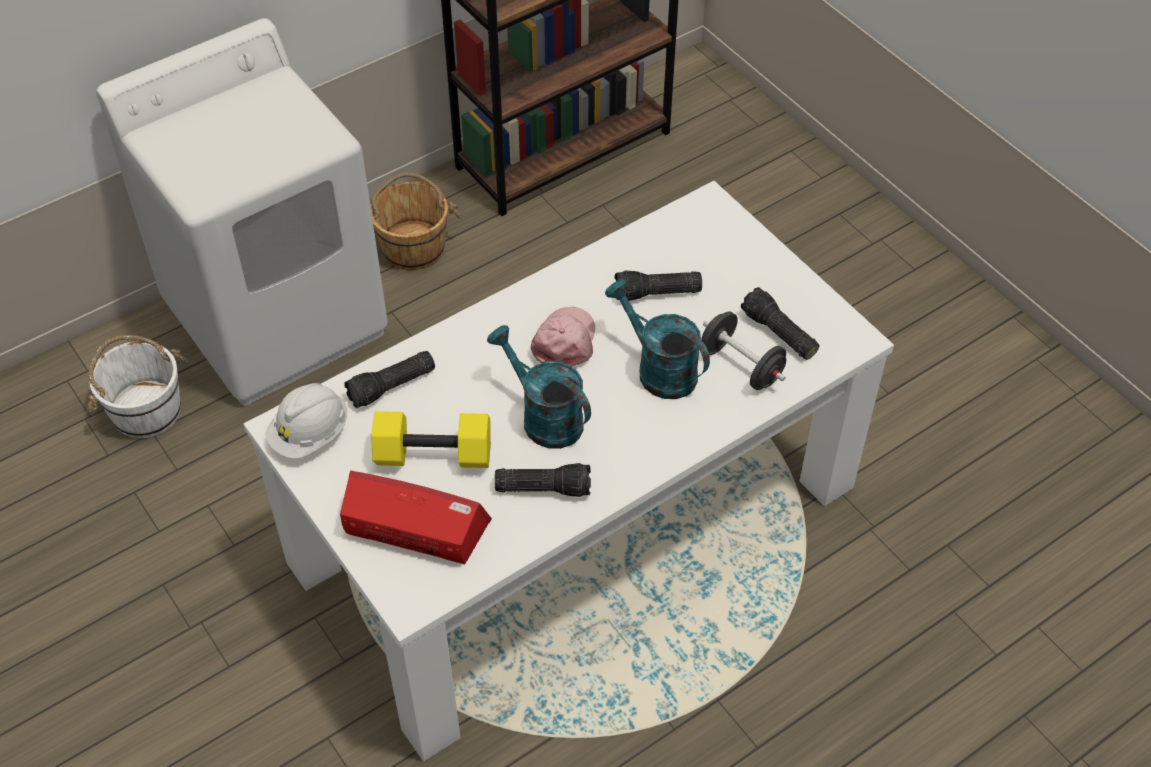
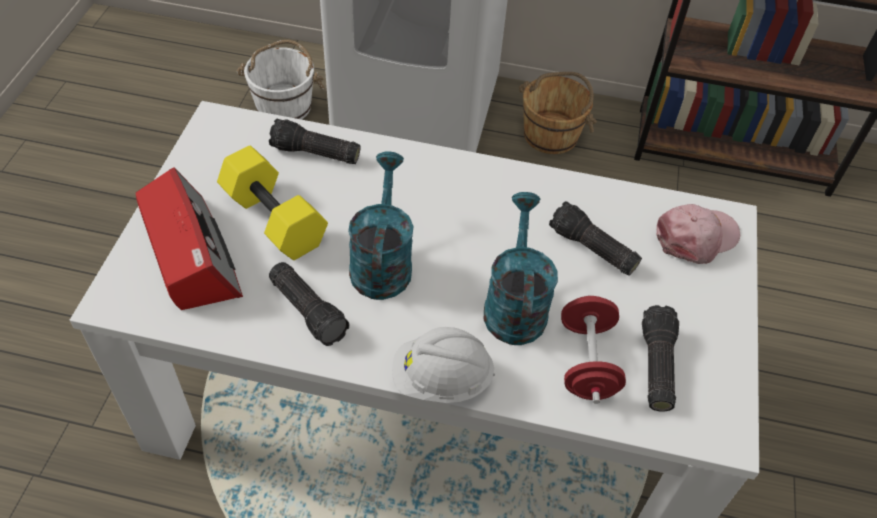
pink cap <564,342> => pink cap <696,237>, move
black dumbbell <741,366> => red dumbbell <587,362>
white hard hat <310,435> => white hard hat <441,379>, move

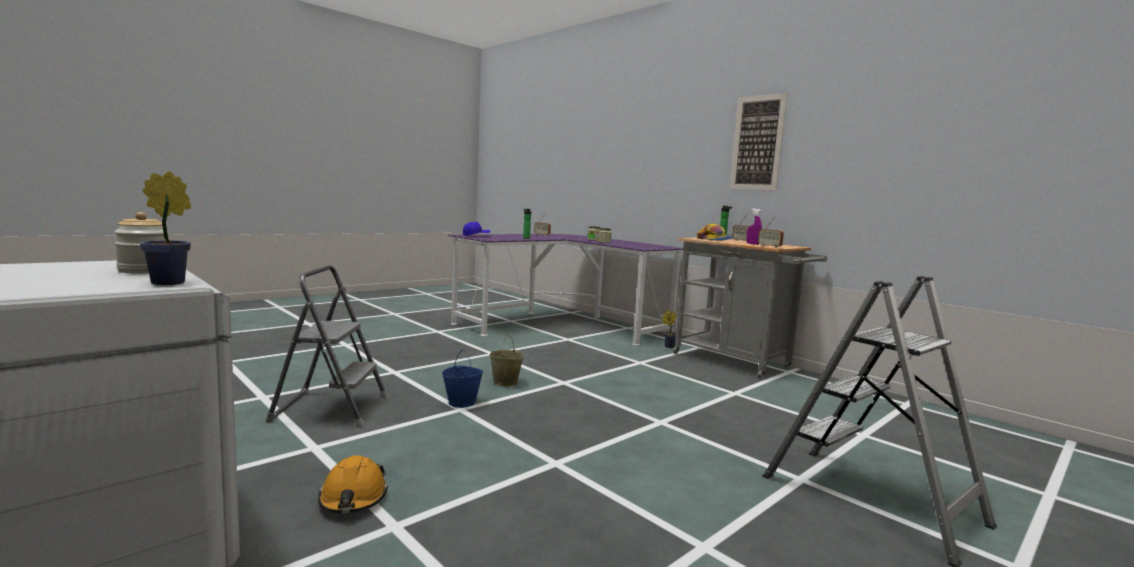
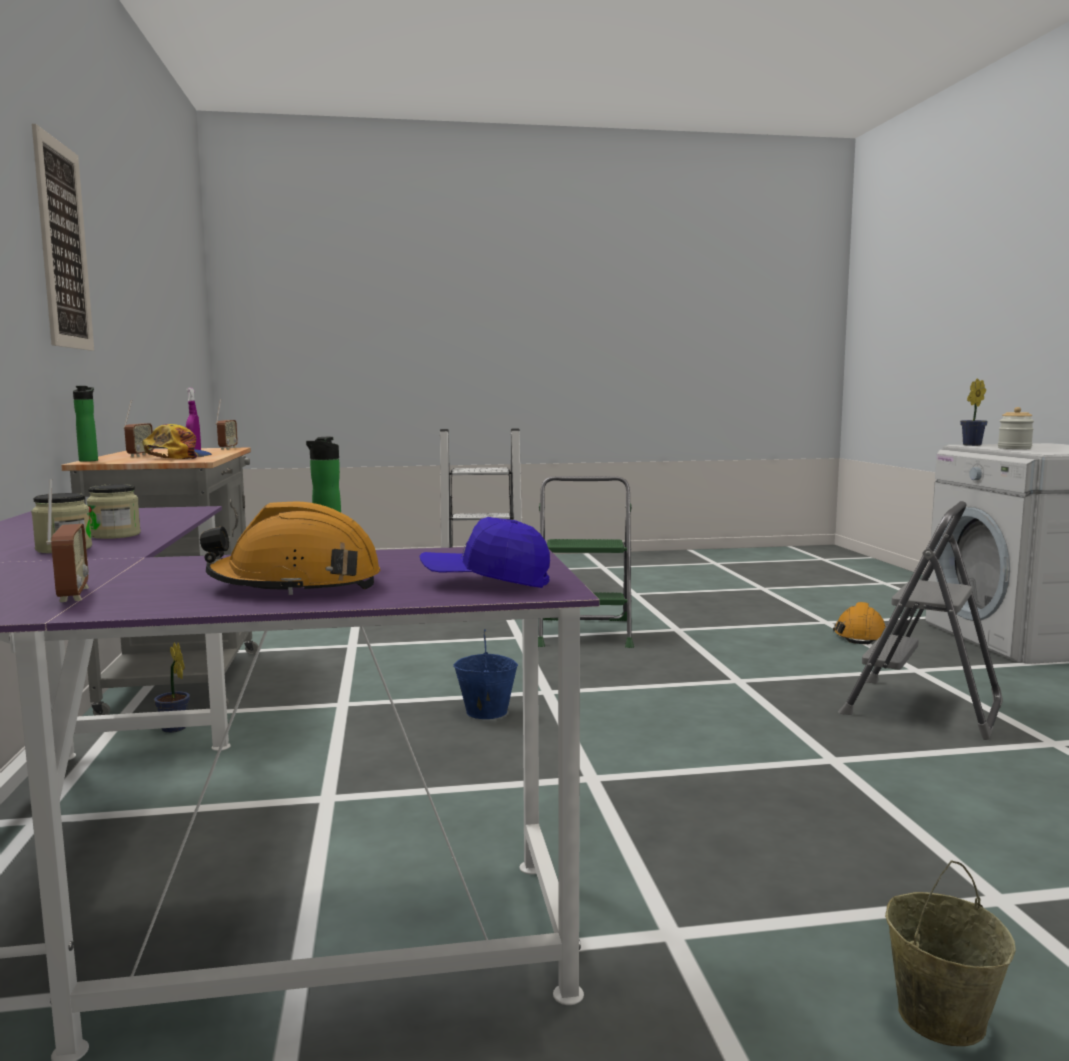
beige bucket <505,382> => beige bucket <939,1016>, move
blue bucket <462,403> => blue bucket <485,712>, move
nothing => green step ladder <585,631>
nothing => orange hard hat <296,585>

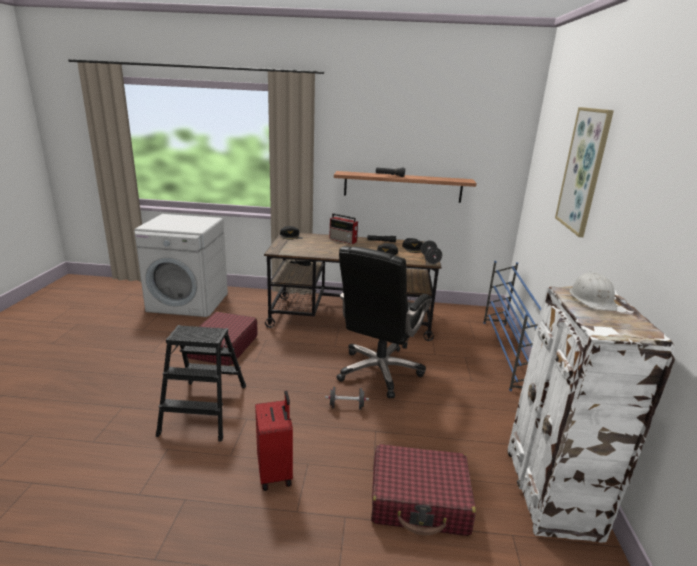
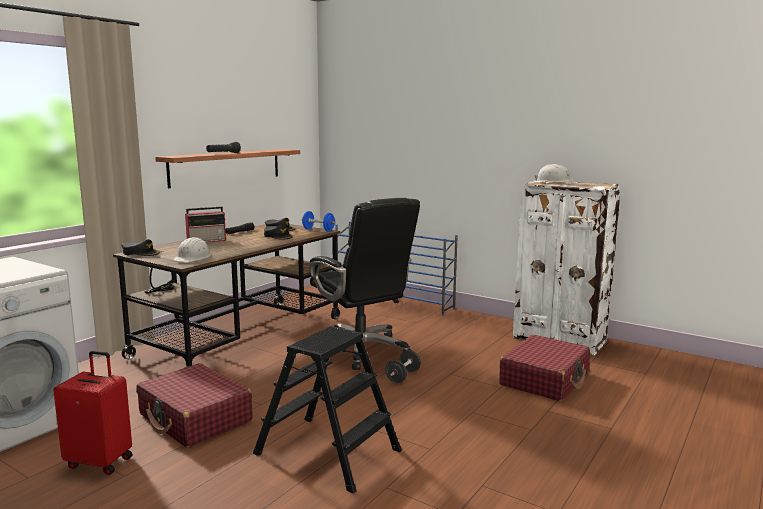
picture <583,170> => nothing
black dumbbell <430,259> => blue dumbbell <318,230>
red suitcase <276,472> => red suitcase <100,461>, move
nothing => white hard hat <192,258>

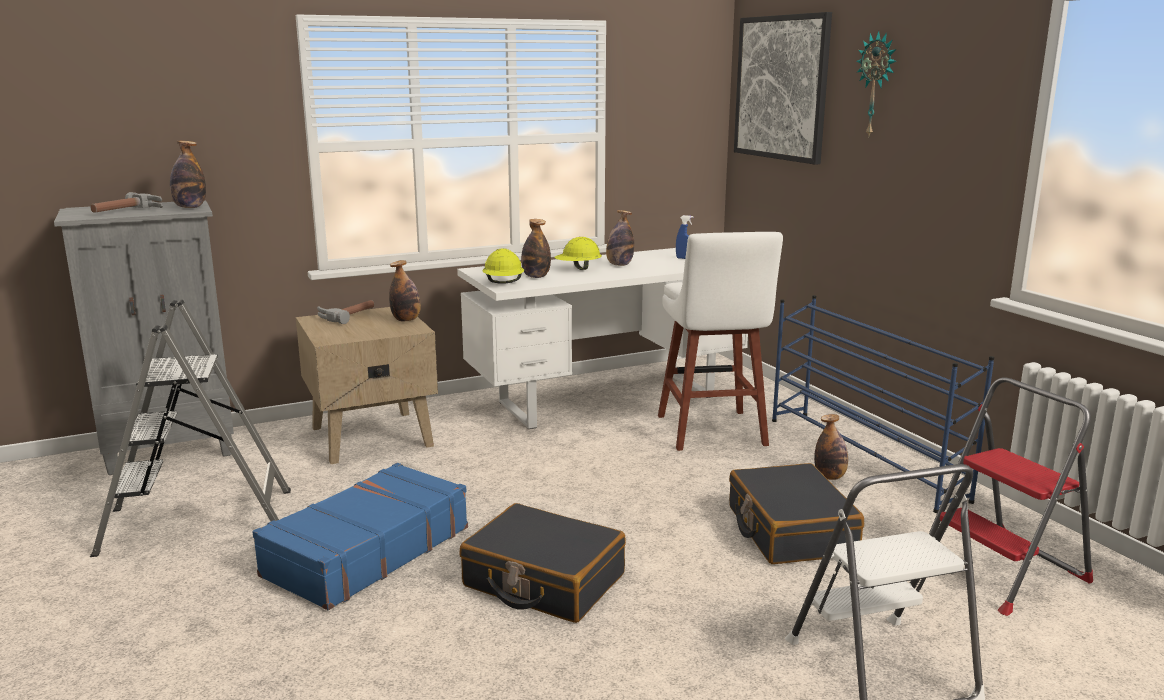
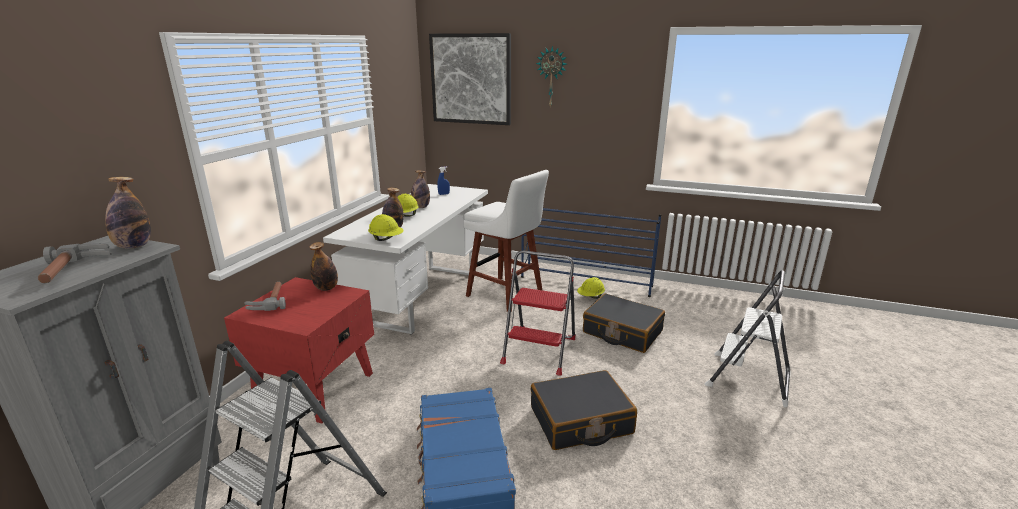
beige nightstand <373,436> => red nightstand <316,387>
red step ladder <1007,570> => red step ladder <541,349>, move
bottle <830,477> => yellow hard hat <590,297>

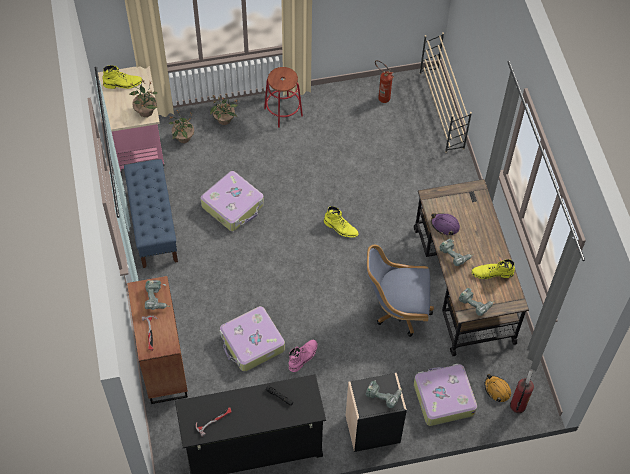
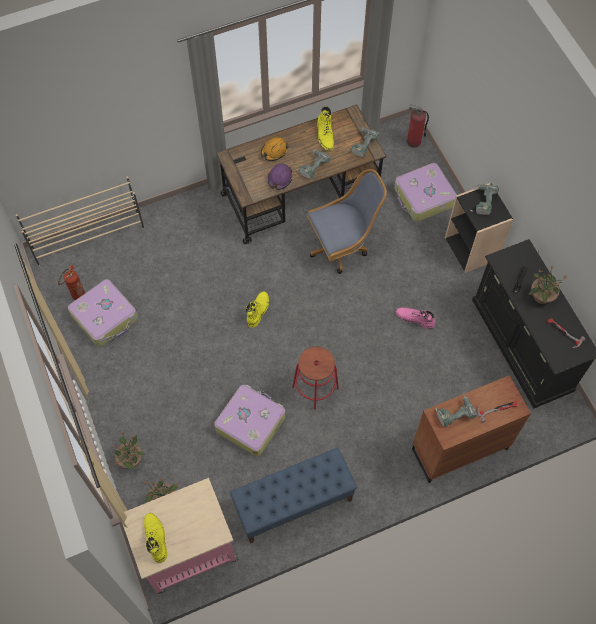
red stool <283,112> => red stool <315,387>, move
potted plant <146,111> => potted plant <541,297>, move
blue office chair <397,310> => blue office chair <342,246>, 105 degrees counterclockwise
suitcase <252,343> => suitcase <105,317>, move
orange hard hat <497,390> => orange hard hat <274,151>, move

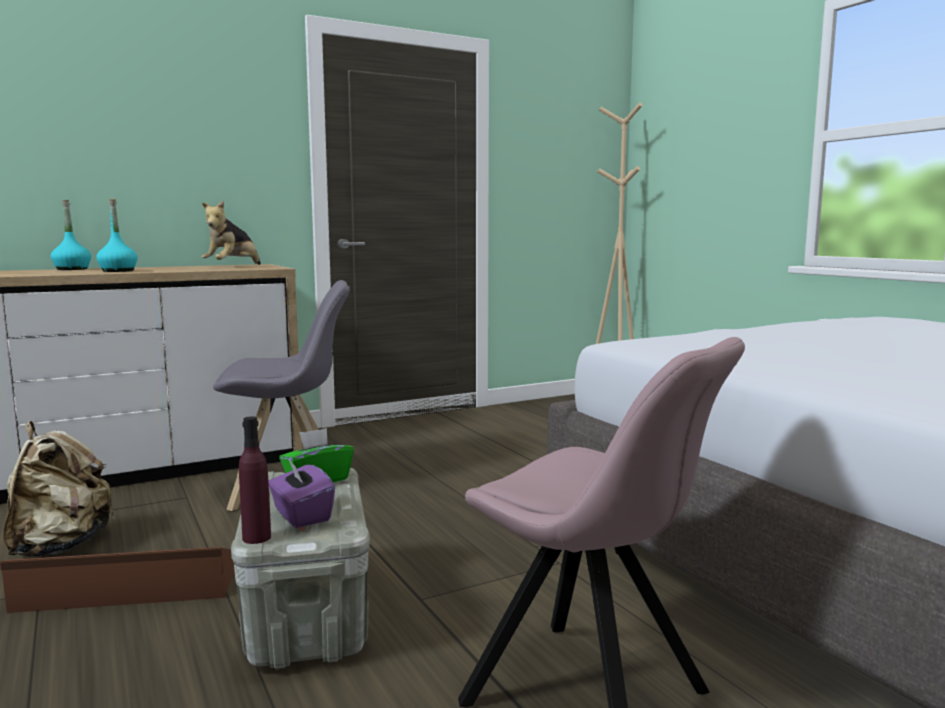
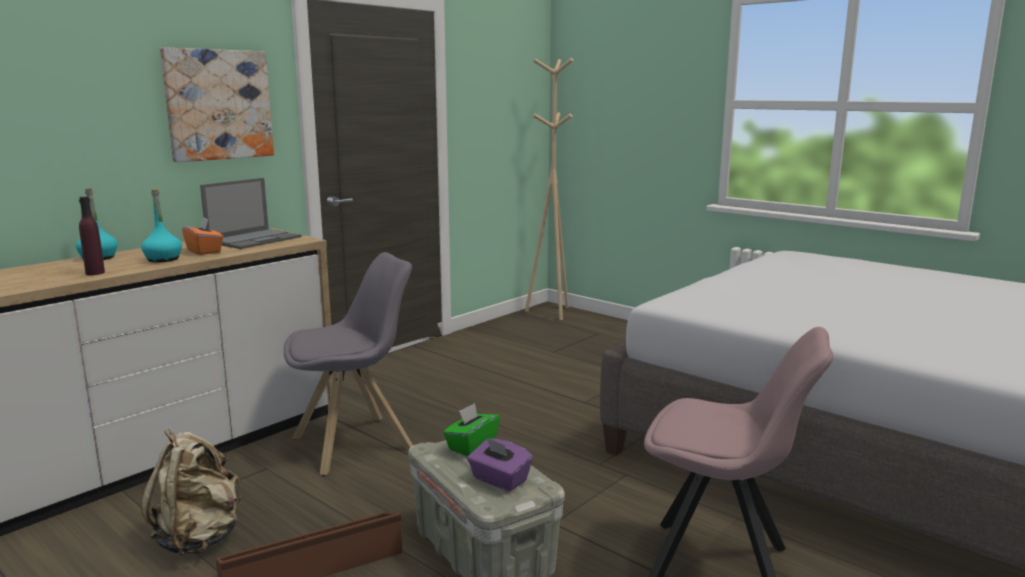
plush toy <232,266> => laptop <255,239>
purple bottle <256,537> => purple bottle <95,273>, move
nothing => picture <218,105>
nothing => orange tissue box <204,251>

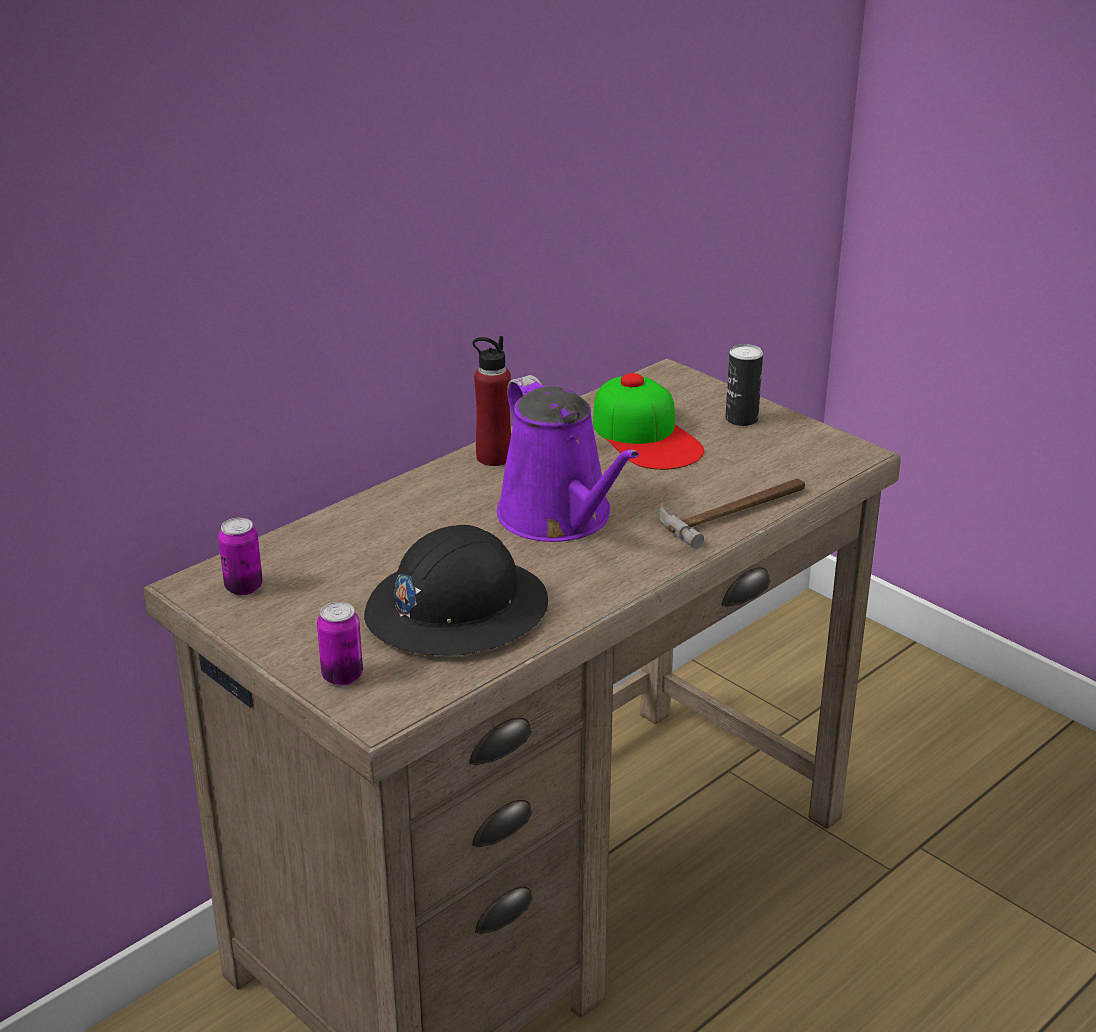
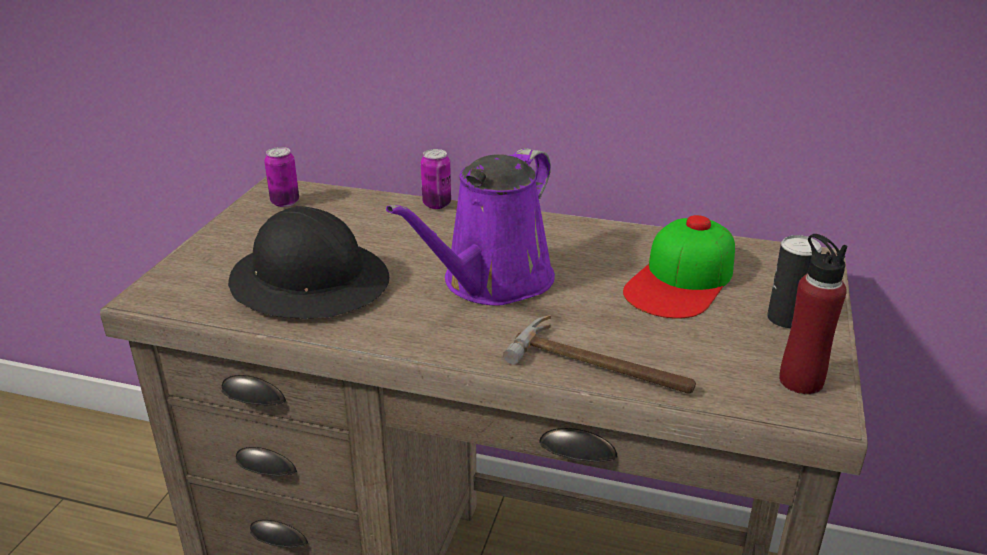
red bottle <493,457> => red bottle <800,381>, move
can <342,676> => can <436,204>, move

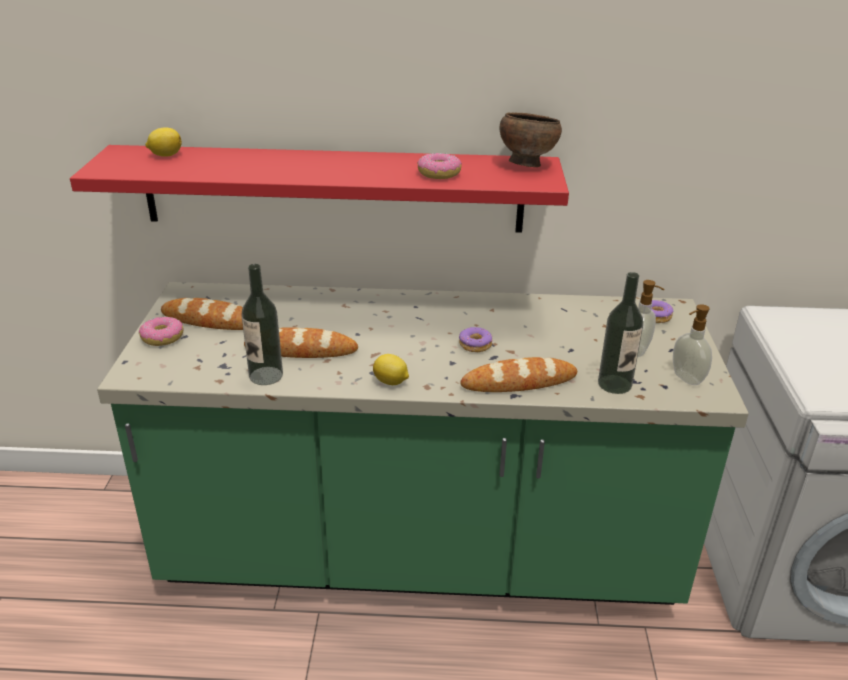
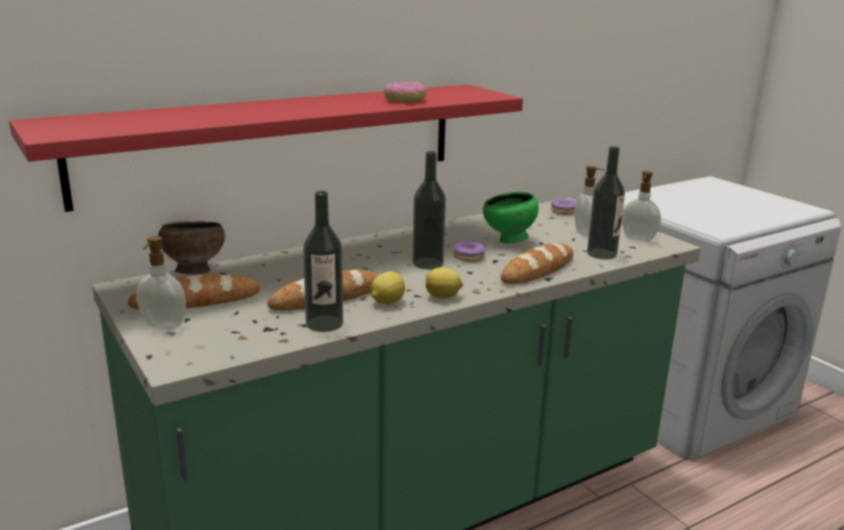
brown bowl <526,165> => brown bowl <193,272>, move
lemon <165,155> => lemon <386,302>, move
donut <163,337> => soap dispenser <163,326>
nothing => bottle <428,263>
nothing => green bowl <509,241>

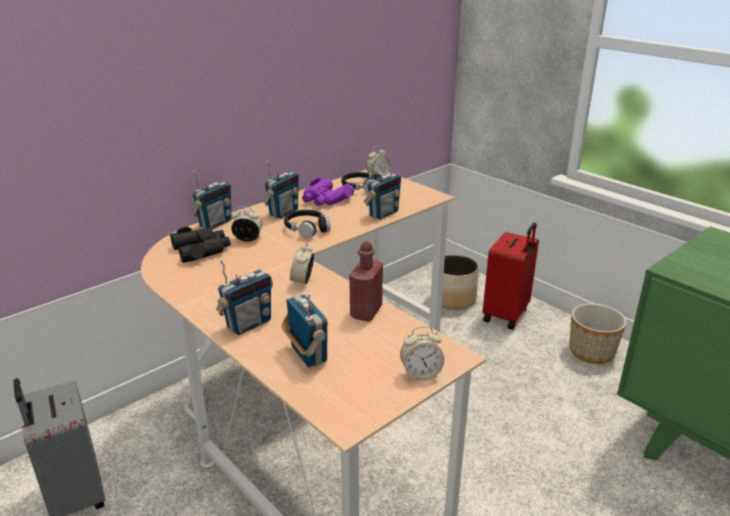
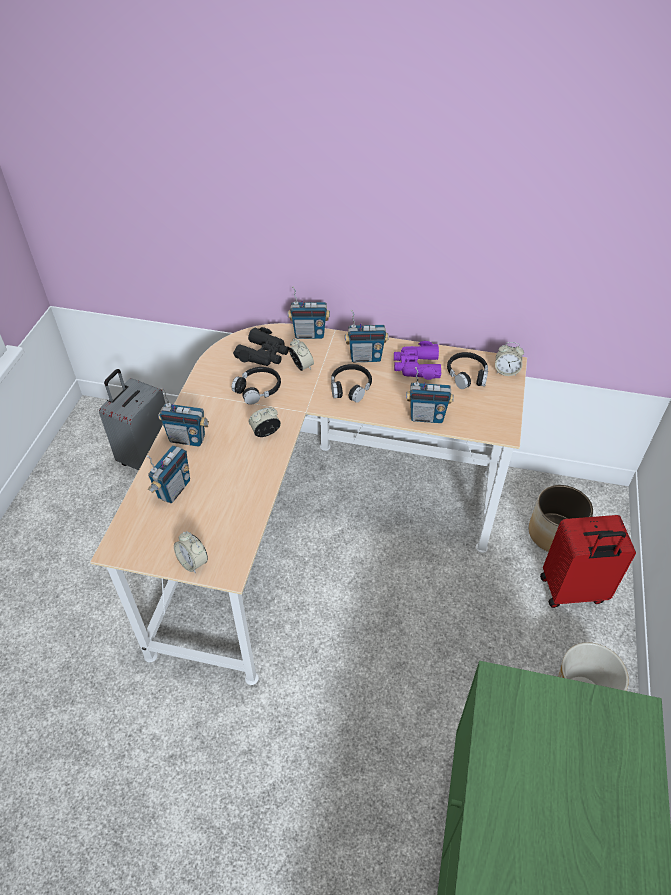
red bottle <366,312> => nothing
nothing => black headphones <258,389>

